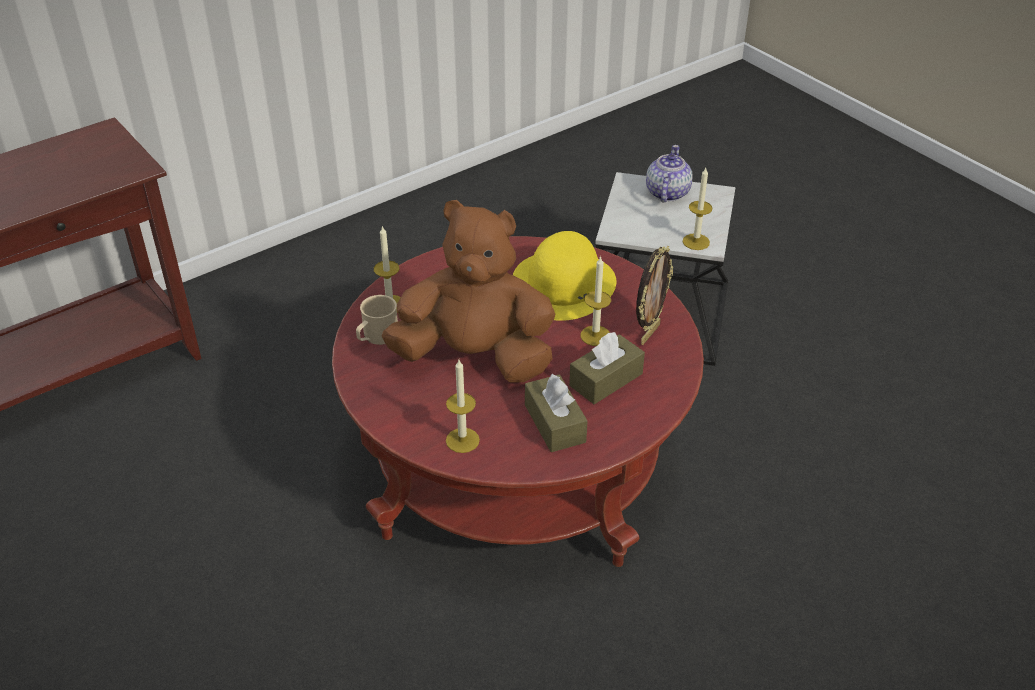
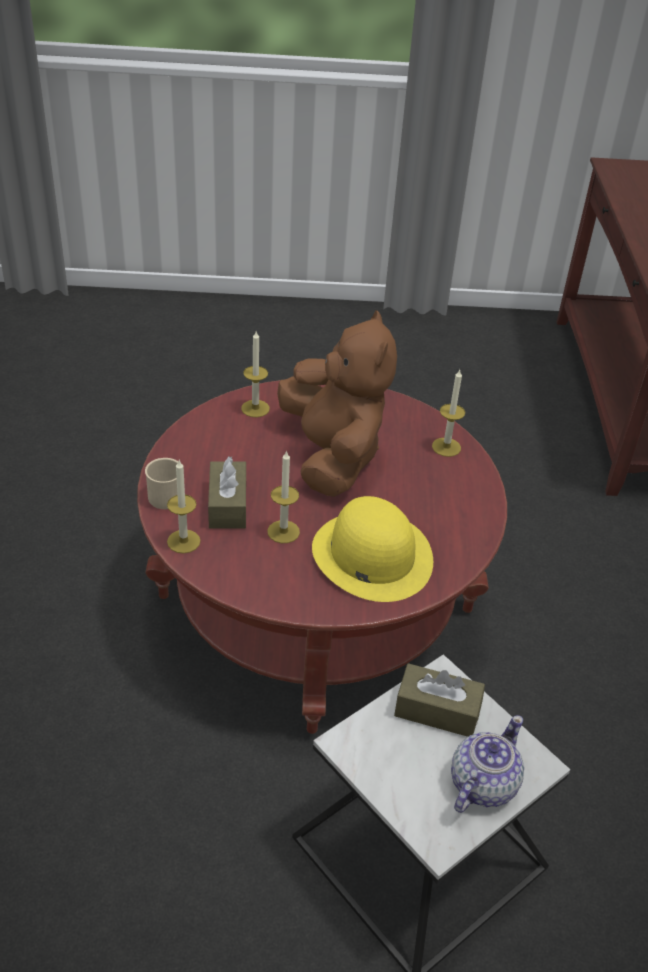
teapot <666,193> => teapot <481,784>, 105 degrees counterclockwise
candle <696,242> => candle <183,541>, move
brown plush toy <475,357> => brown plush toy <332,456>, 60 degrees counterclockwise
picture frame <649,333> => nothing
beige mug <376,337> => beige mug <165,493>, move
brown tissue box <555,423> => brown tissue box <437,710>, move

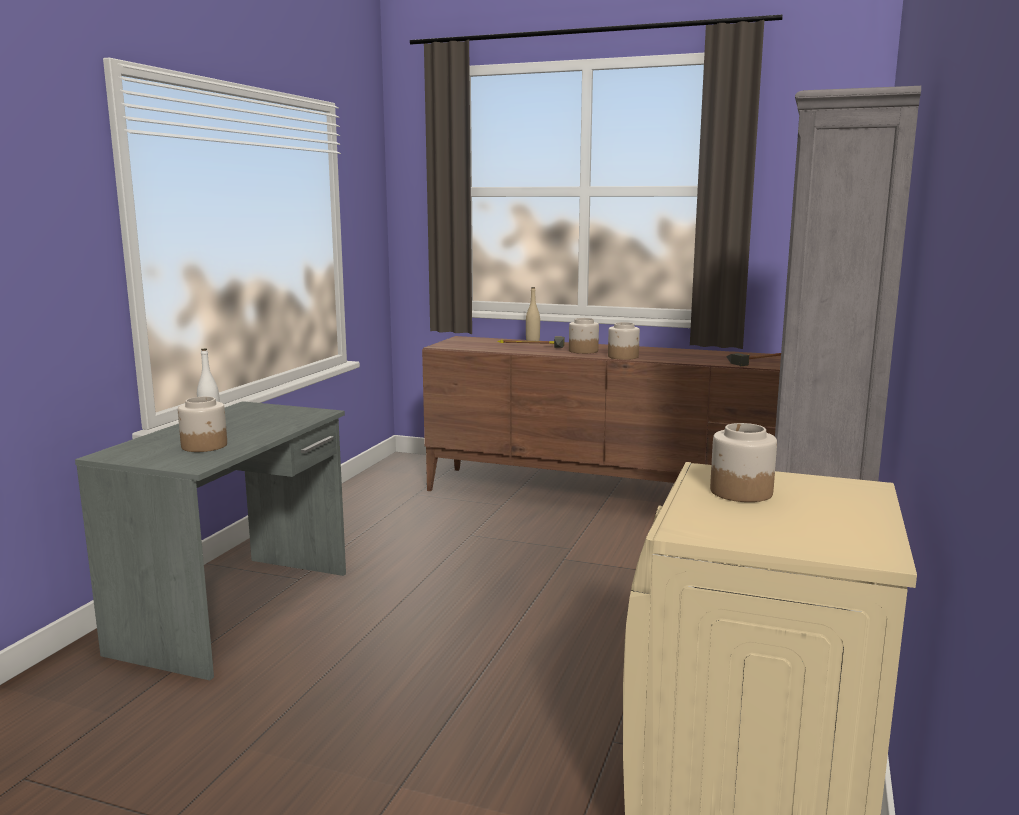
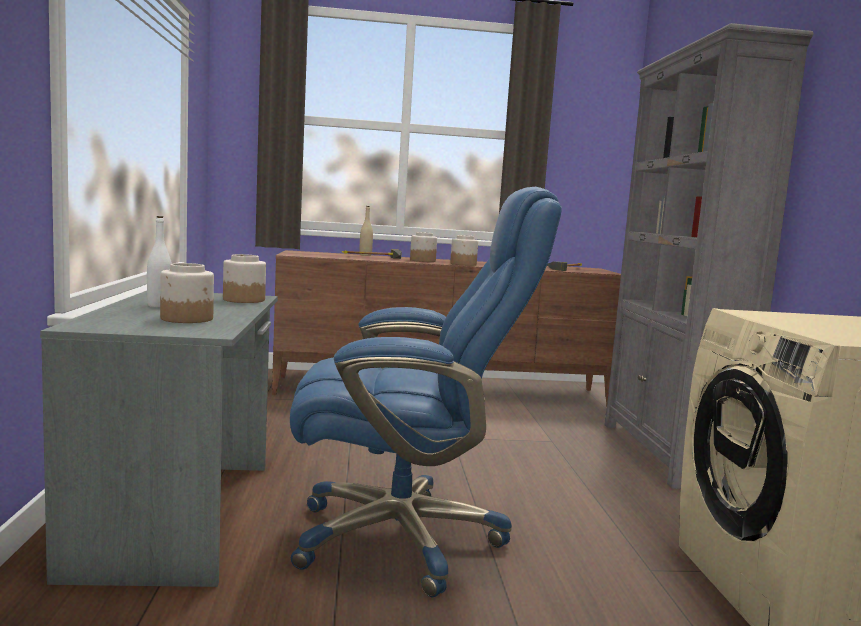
jar <740,492> => jar <243,300>, move
nothing => blue office chair <406,543>

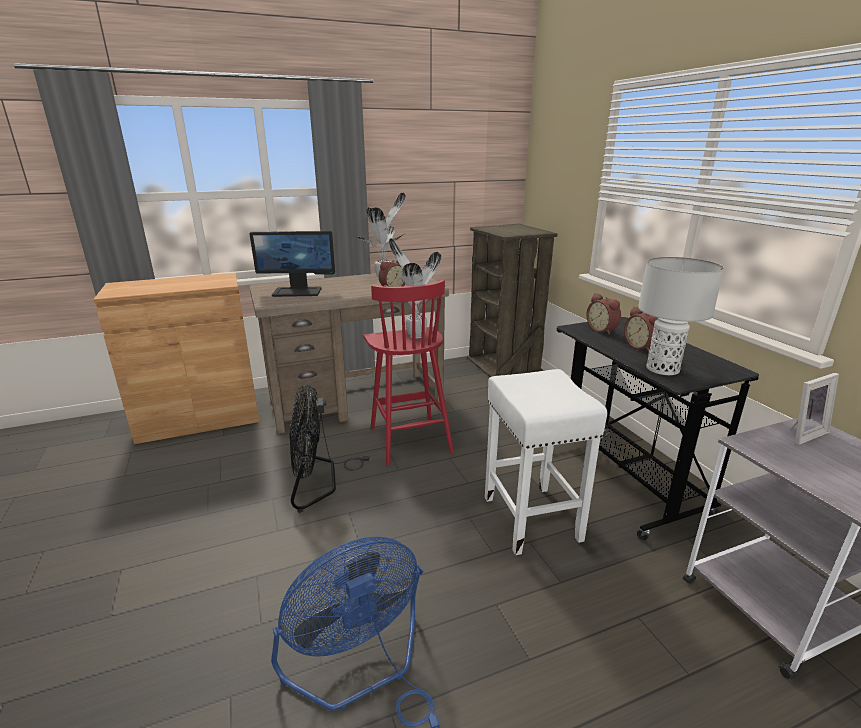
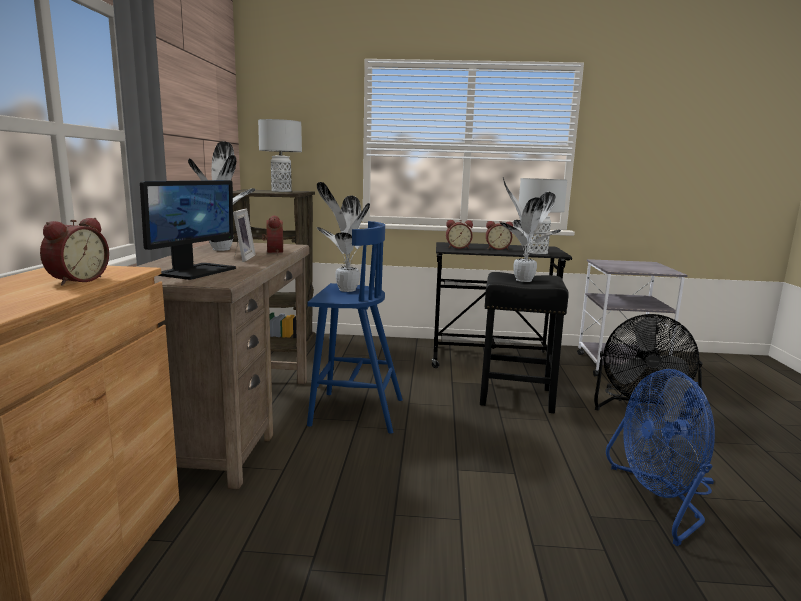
red stool <409,438> => blue stool <353,411>
white stool <530,517> => black stool <514,397>
picture frame <801,433> => picture frame <241,258>, move
black fan <320,477> => black fan <636,407>, move
nothing => white table lamp <282,191>
nothing => potted plant <521,280>
nothing => alarm clock <76,280>

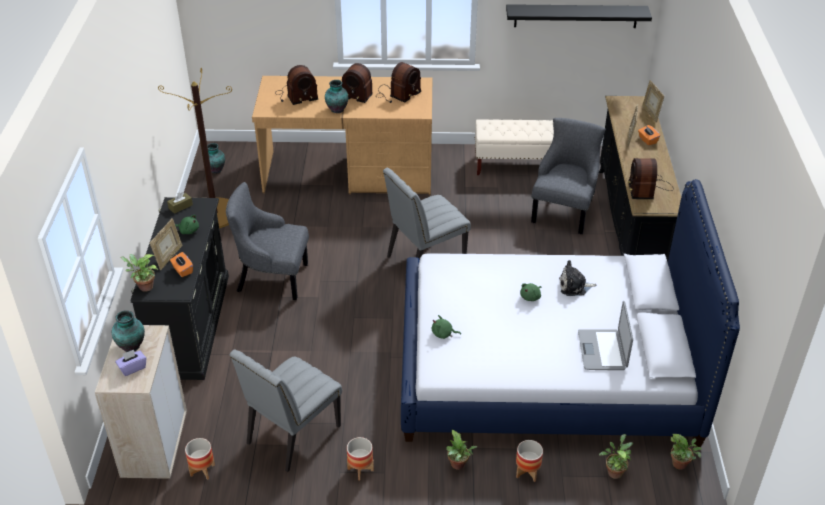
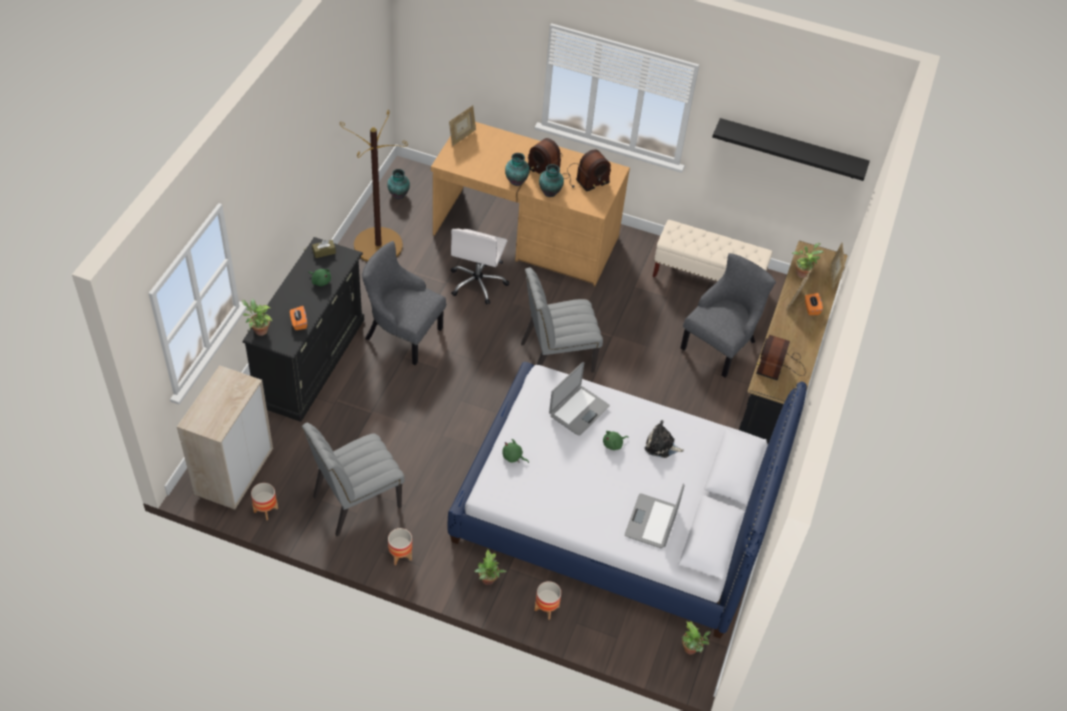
radio <296,96> => nothing
picture frame <169,258> => picture frame <462,137>, move
vase <132,346> => vase <550,192>, move
purple tissue box <132,368> => nothing
potted plant <614,471> => potted plant <802,272>, move
nothing => white office chair <478,283>
nothing => laptop <578,410>

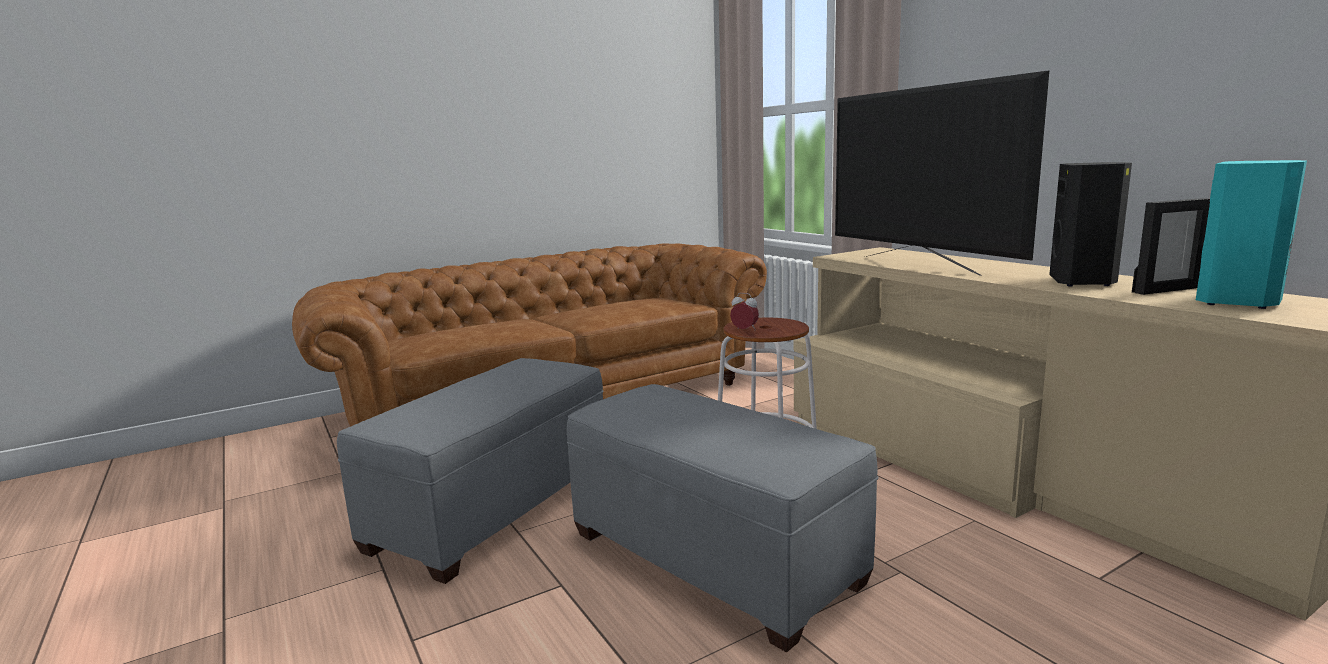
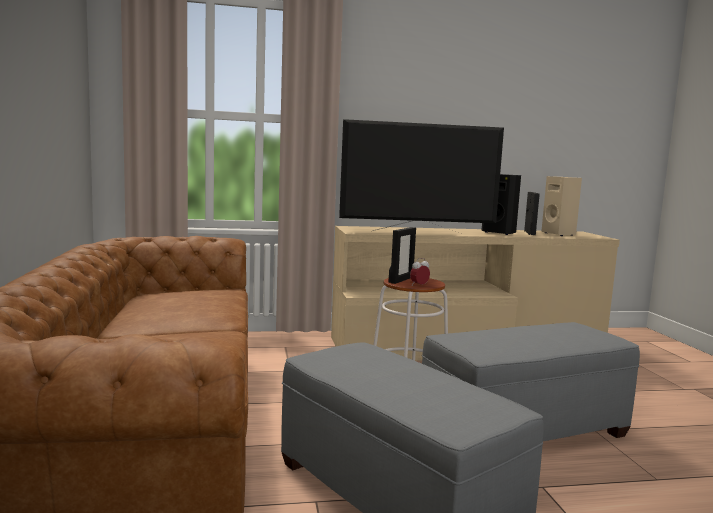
turquoise speaker <1238,302> => beige speaker <559,234>
nothing => picture frame <401,279>

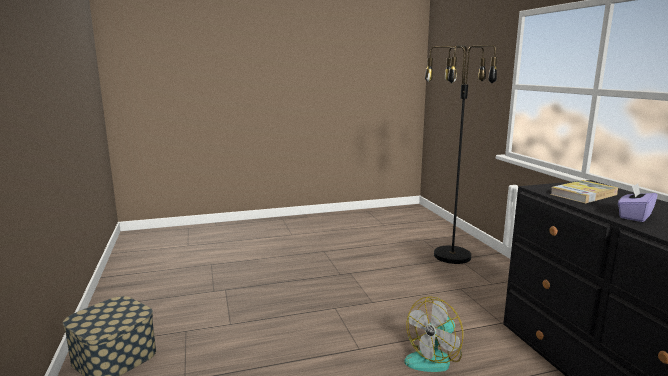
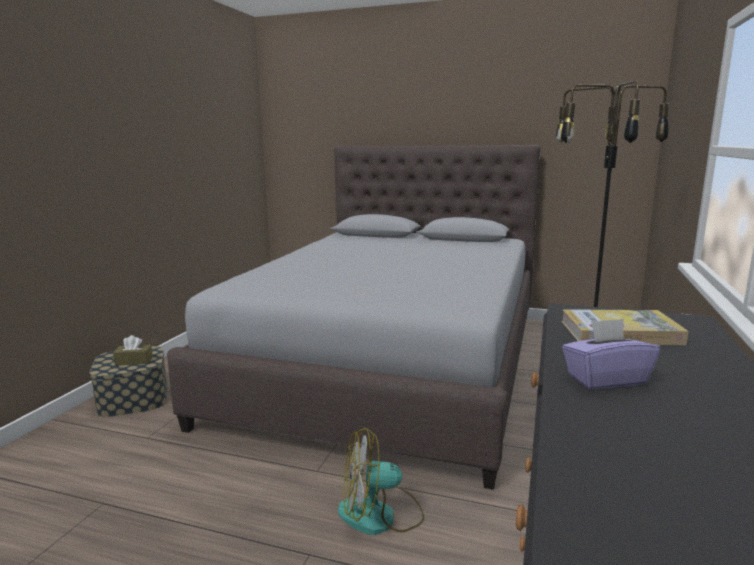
nothing => grey bed <392,363>
nothing => brown tissue box <134,361>

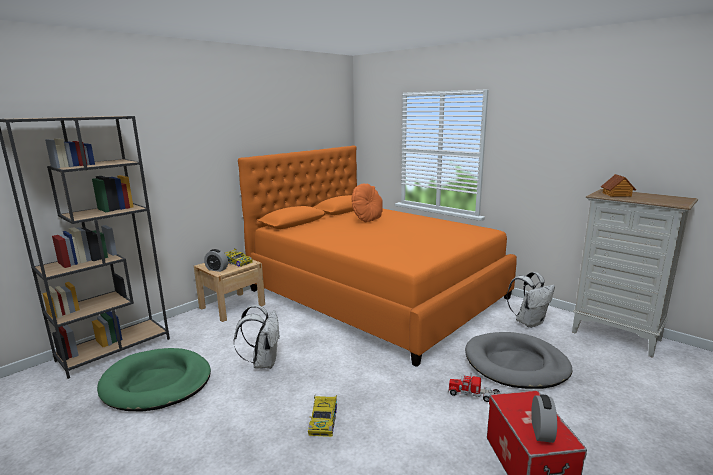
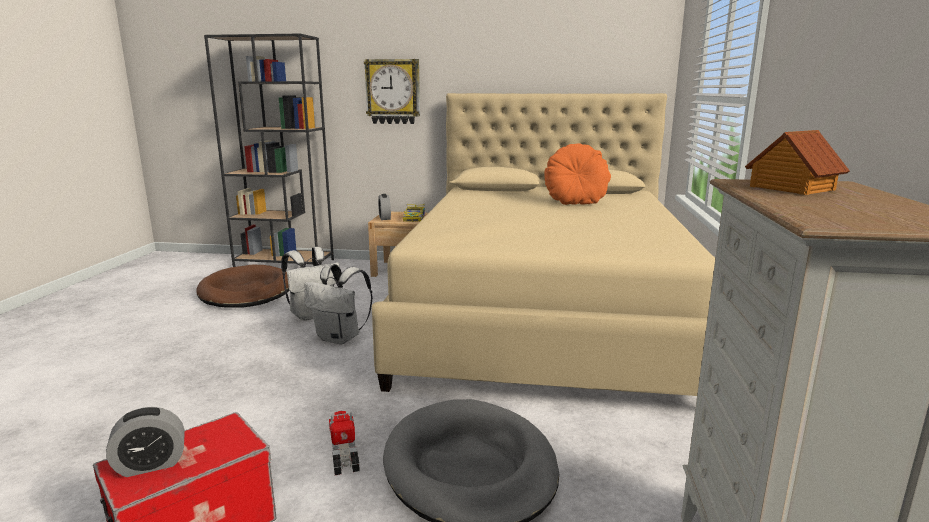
orange bed <376,294> => beige bed <545,317>
white backpack <529,322> => white backpack <340,338>, move
green dog bed <157,383> => brown dog bed <246,291>
toy car <323,420> => nothing
nothing => wall clock <393,92>

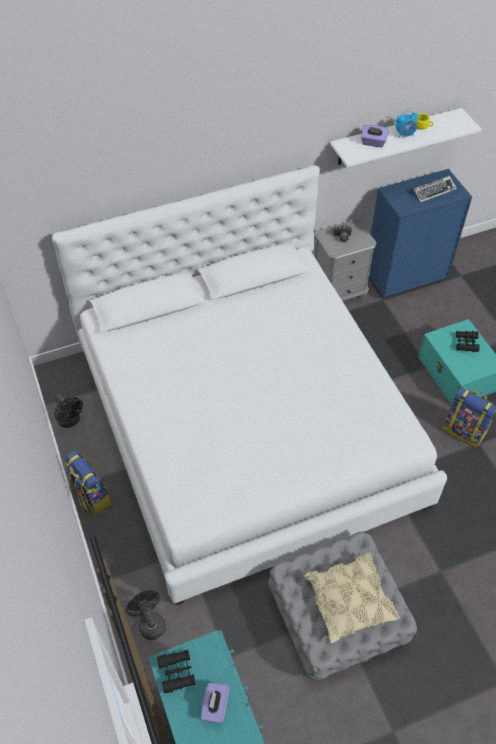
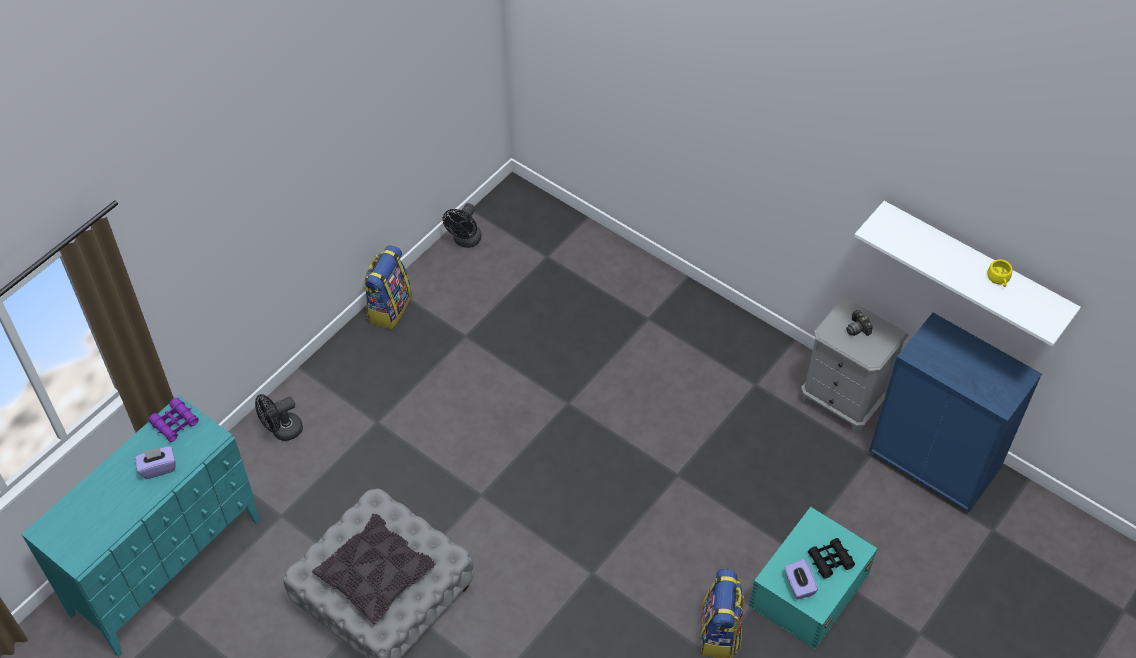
alarm clock <405,135> => nothing
purple tissue box <373,143> => purple tissue box <799,585>, move
white bed <247,425> => nothing
keyboard <434,191> => nothing
beige pillow <349,600> => black pillow <376,574>
black fan <150,622> => black fan <282,431>, 150 degrees counterclockwise
black binoculars <177,672> => purple binoculars <175,423>

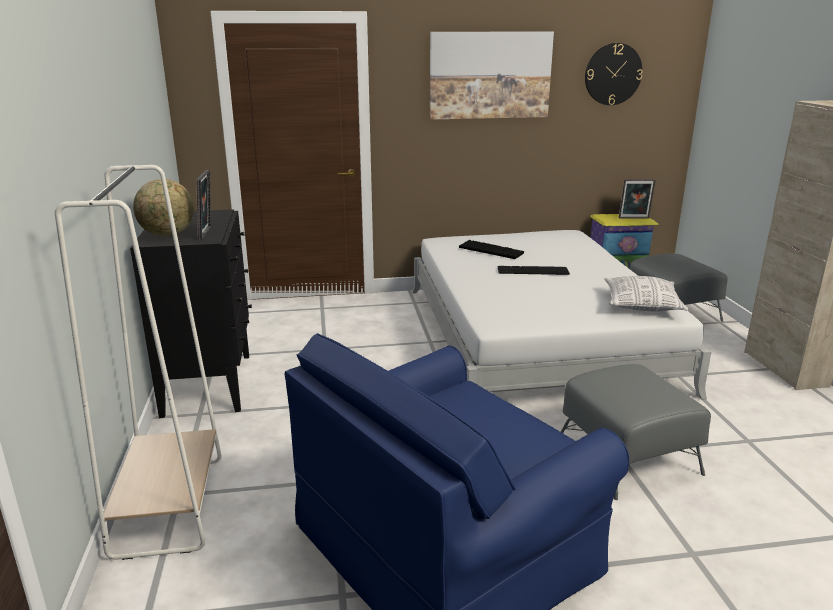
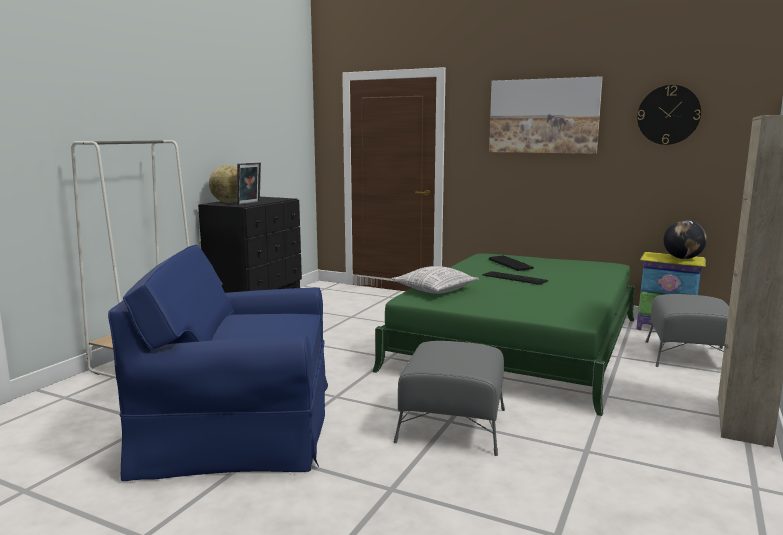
picture frame <634,218> => globe <682,258>
white bed <534,336> => green bed <519,343>
pillow <641,305> => pillow <435,290>, move

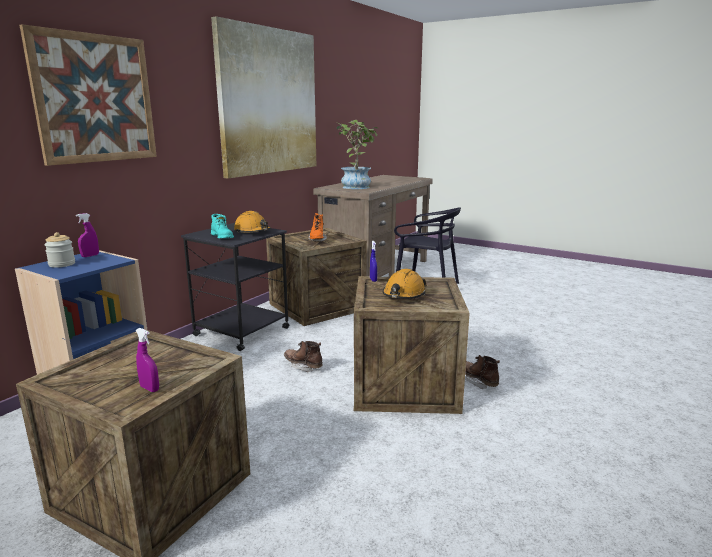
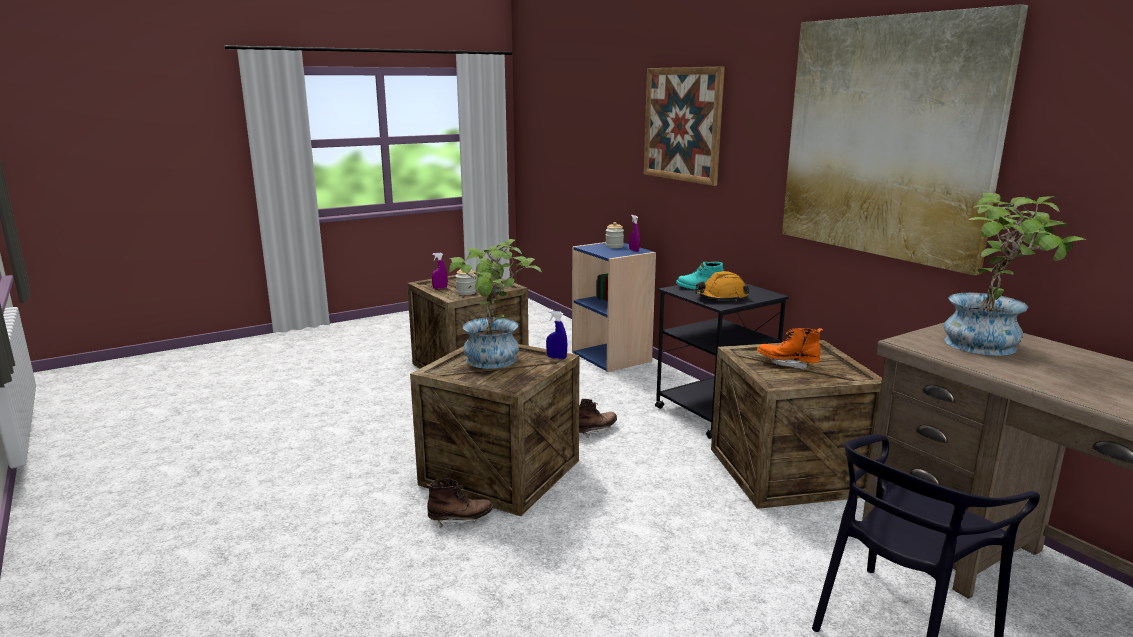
orange hard hat <403,295> => potted plant <494,362>
nothing => jar <466,292>

